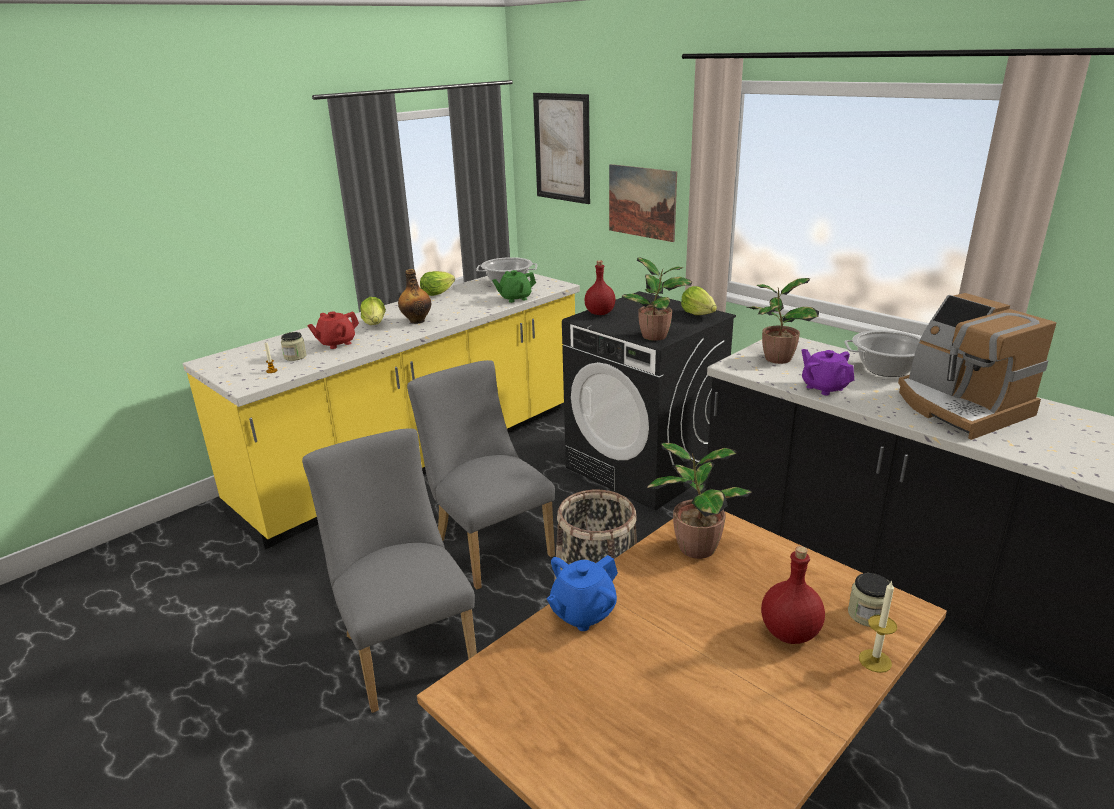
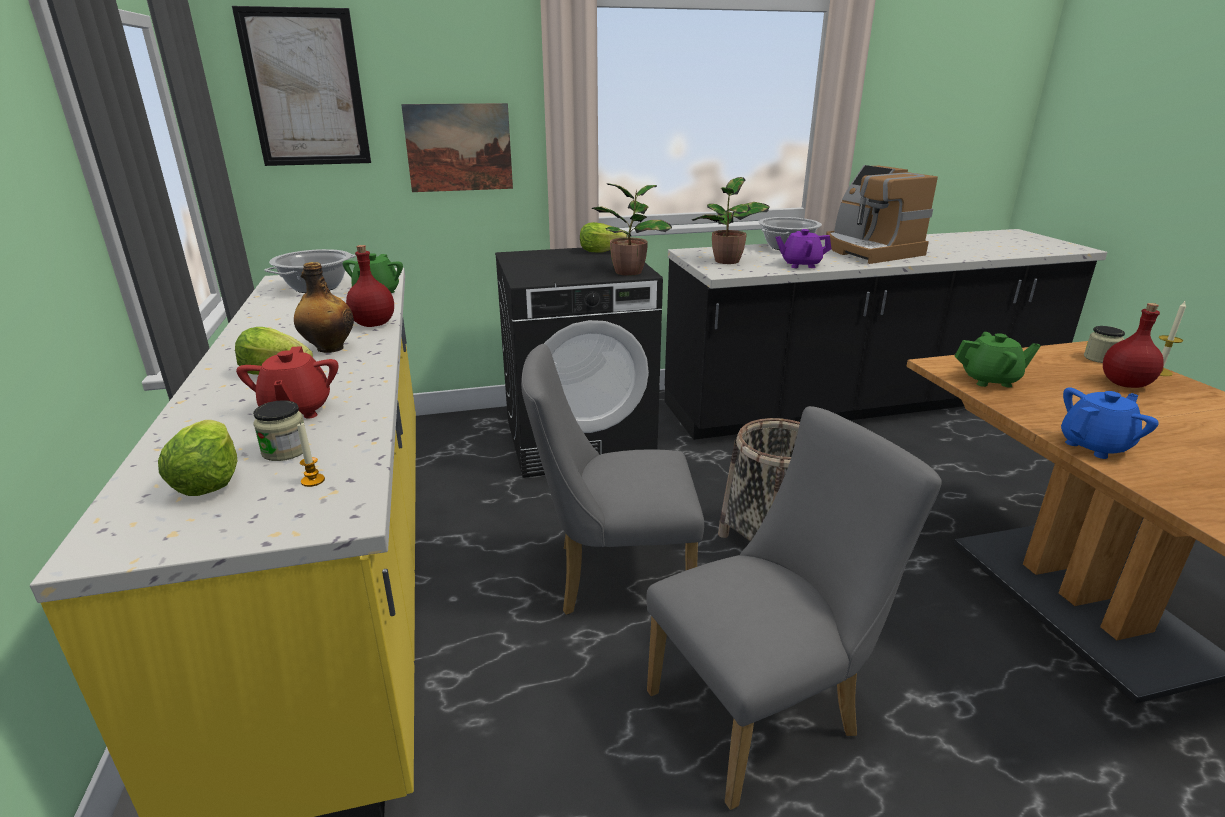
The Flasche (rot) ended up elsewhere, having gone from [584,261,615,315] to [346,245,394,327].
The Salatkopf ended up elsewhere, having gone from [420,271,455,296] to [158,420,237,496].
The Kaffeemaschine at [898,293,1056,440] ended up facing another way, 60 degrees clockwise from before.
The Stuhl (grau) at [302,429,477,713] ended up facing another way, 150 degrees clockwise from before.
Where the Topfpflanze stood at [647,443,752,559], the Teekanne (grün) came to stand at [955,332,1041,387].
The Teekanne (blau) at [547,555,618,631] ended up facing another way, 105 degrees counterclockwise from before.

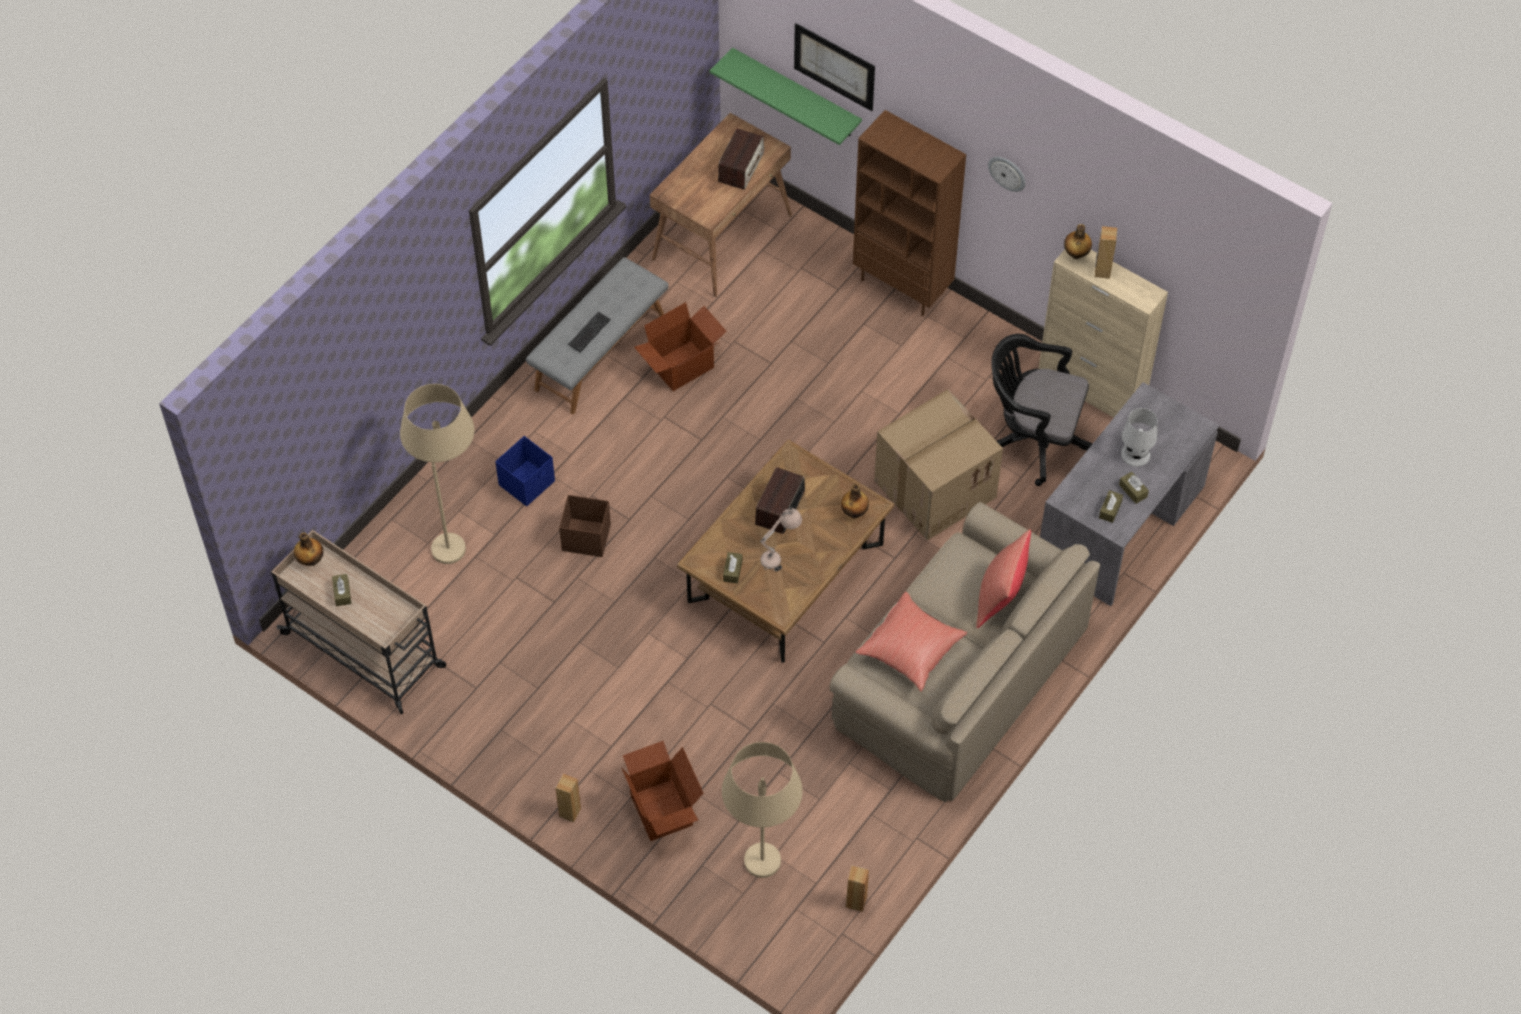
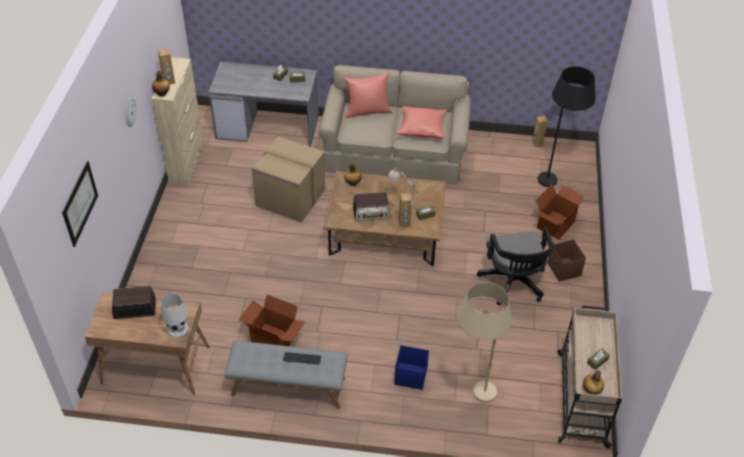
The second view lost the Wandregal (grün) at [710,48,862,145].
The second view lost the Bücherregal (braun) at [853,110,966,316].
The Bürostuhl (schwarz) ended up elsewhere, having gone from [991,334,1093,486] to [477,227,555,305].
The Tischlampe (weiß) ended up elsewhere, having gone from [1121,408,1157,467] to [161,294,188,337].
The Aufbewahrungsbox (braun) ended up elsewhere, having gone from [559,495,611,557] to [548,239,586,282].
What was the Stehlampe (beige) at [722,742,803,878] turned into the Stehlampe (schwarz) at [538,66,596,187].
The Lautsprecher (braun) ended up elsewhere, having gone from [556,774,581,822] to [399,193,412,227].

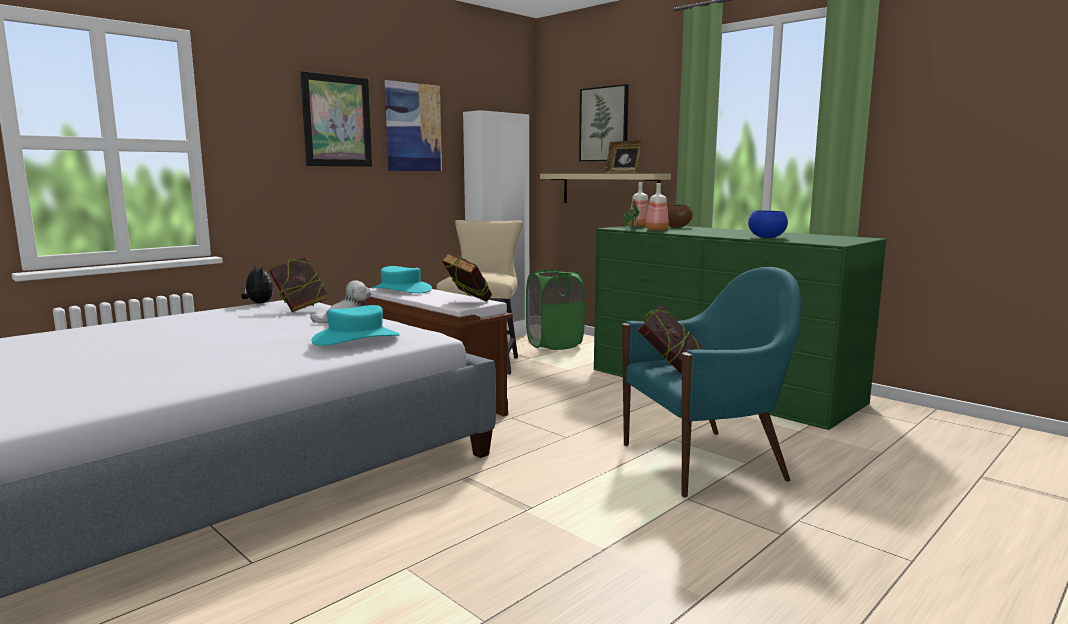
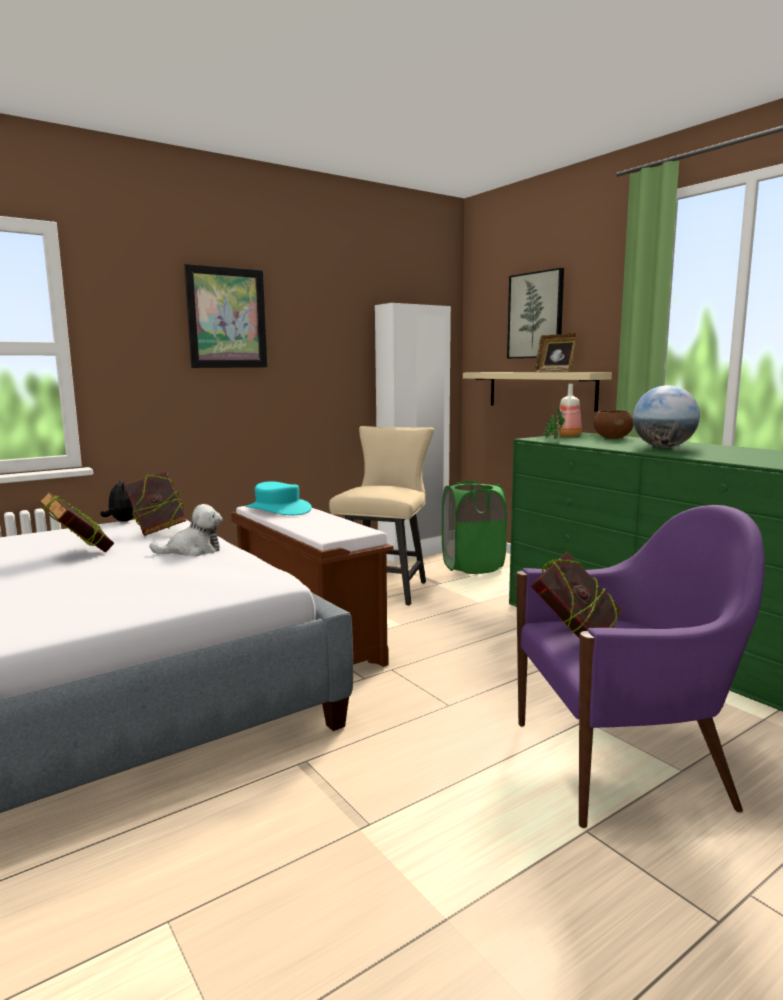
The second view lost the Bild at [385,80,442,171].
The second view lost the Flasche at [646,183,669,231].
The second view lost the Schüssel (blau) at [748,210,788,238].
The Buch ended up elsewhere, having gone from [442,253,492,302] to [39,491,114,553].
What was the Sessel (türkis) at [622,267,801,498] turned into the Sessel (lila) at [516,505,765,828].
The second view lost the Hut (türkis) at [311,305,400,346].
The second view gained the Globus at [633,385,700,448].

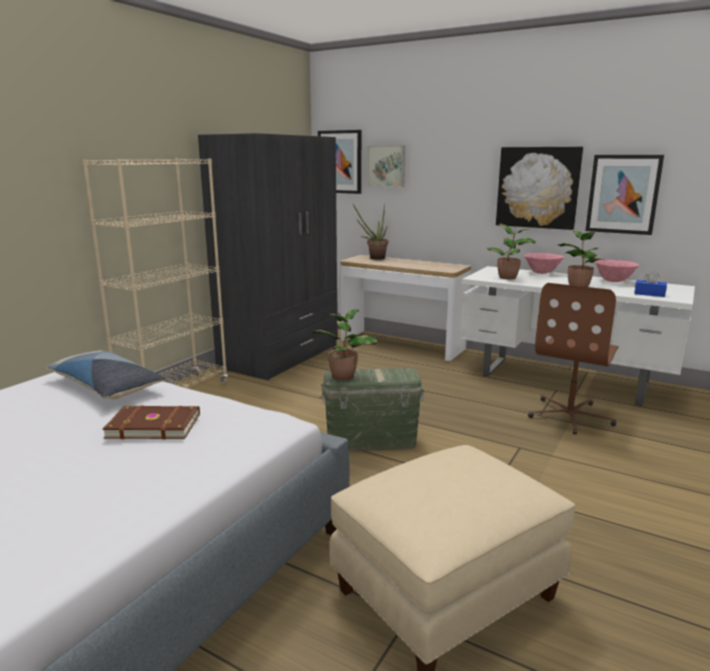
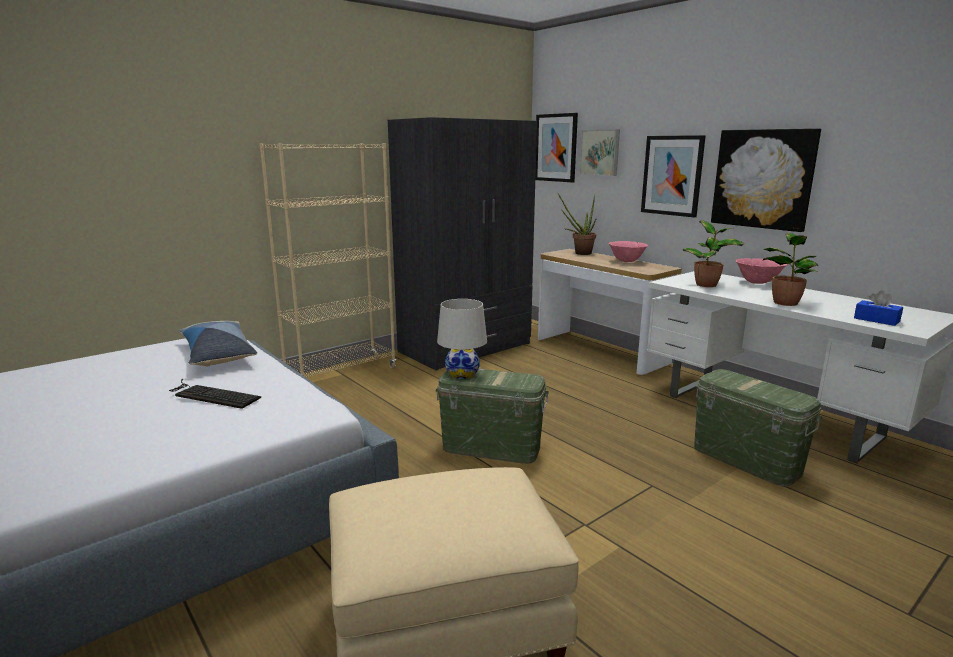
The Bild ended up elsewhere, having gone from [585,155,664,235] to [641,135,706,218].
The Schüssel (rosa) ended up elsewhere, having gone from [595,260,639,282] to [609,241,648,262].
Where the Bürostuhl (braun) stood at [528,283,618,435], the Aufbewahrungsbox (grün) came to stand at [694,369,822,487].
Where the Topfpflanze stood at [310,309,378,380], the Tischlampe (weiß) came to stand at [437,299,487,379].
Where the Buch (braun) stood at [102,406,200,440], the Tastatur came to stand at [169,379,261,409].

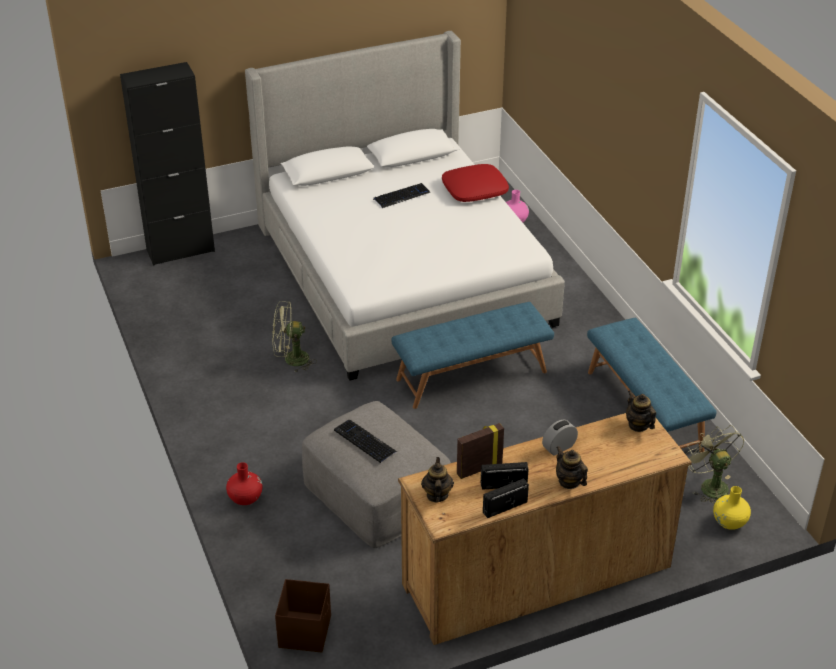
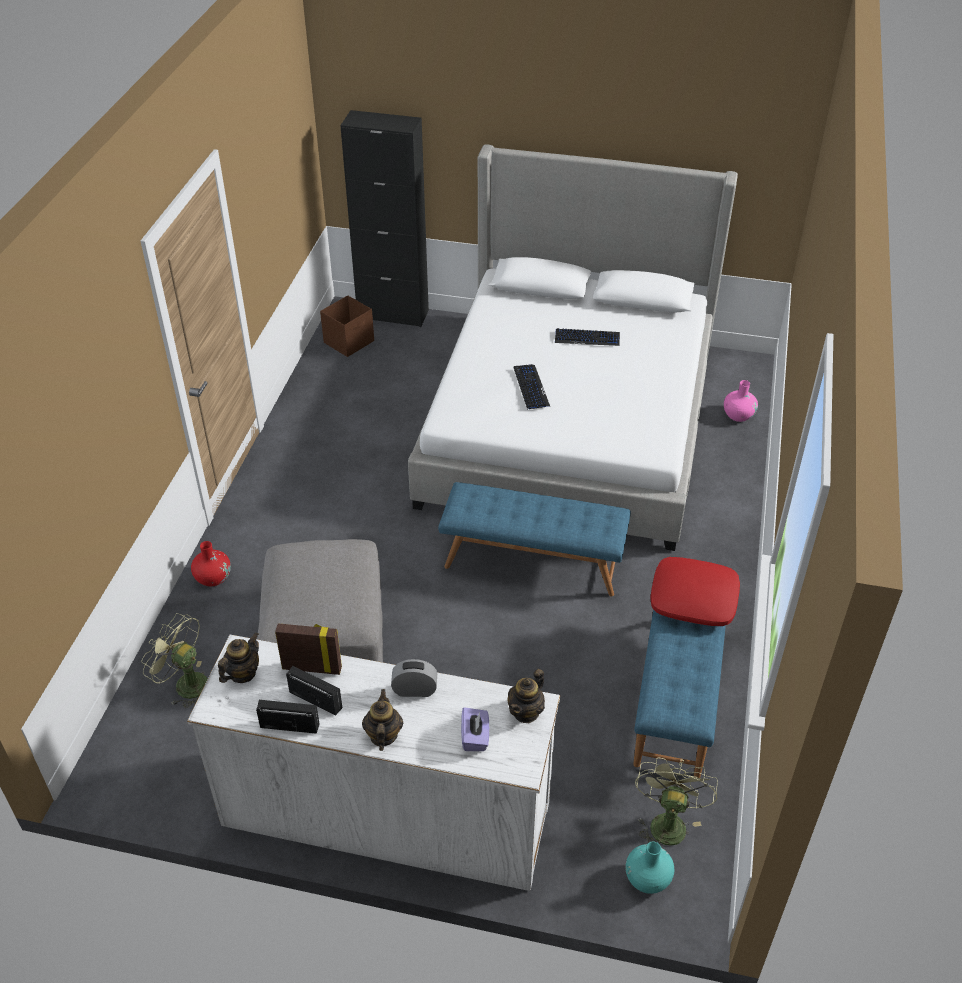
The Kissen (rot) ended up elsewhere, having gone from [442,164,509,202] to [650,557,740,626].
The Ventilator (grün) ended up elsewhere, having gone from [272,301,314,373] to [141,613,208,708].
The Teekanne at [626,390,656,432] ended up facing another way, 150 degrees counterclockwise from before.
What was the Kommode (braun) at [398,413,692,645] turned into the Kommode (weiß) at [187,634,560,891].
The Tastatur ended up elsewhere, having gone from [334,420,397,463] to [514,364,550,410].
What was the Vase (gelb) at [713,486,751,530] turned into the Vase (türkis) at [625,841,674,894].
The Aufbewahrungsbox (braun) ended up elsewhere, having gone from [275,579,331,653] to [320,295,374,357].
The second view gained the Taschentuchbox (lila) at [461,707,489,751].

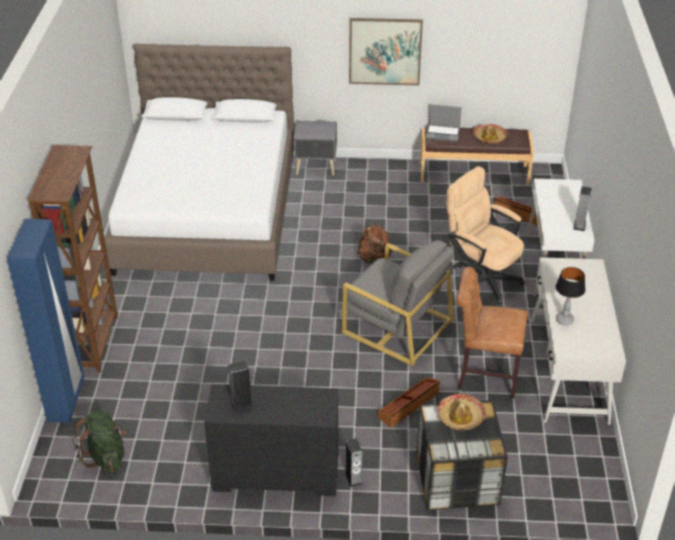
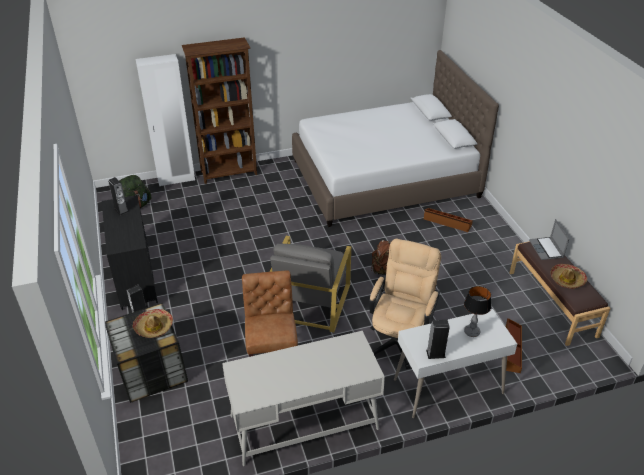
The second view lost the Bild at [349,18,423,85].
The second view lost the Nachttisch (grau) at [294,121,337,176].
What was the Kleiderschrank (blau) at [7,219,84,423] turned into the Kleiderschrank (weiß) at [136,54,195,186].
The Tischlampe ended up elsewhere, having gone from [556,267,585,325] to [464,286,491,337].
The Aufbewahrungsbox (braun) ended up elsewhere, having gone from [378,377,440,428] to [424,208,473,232].

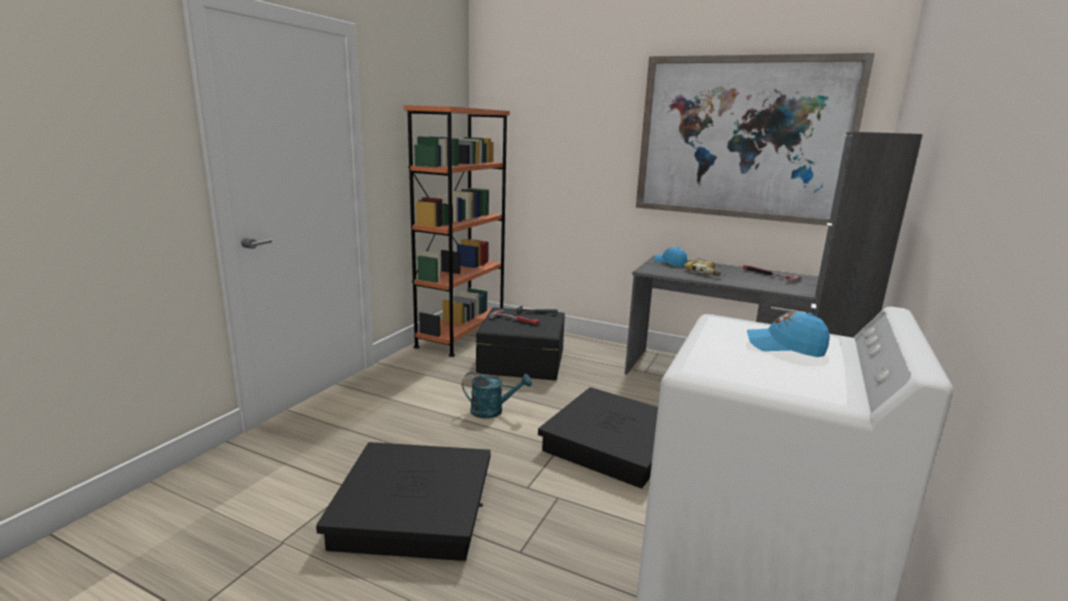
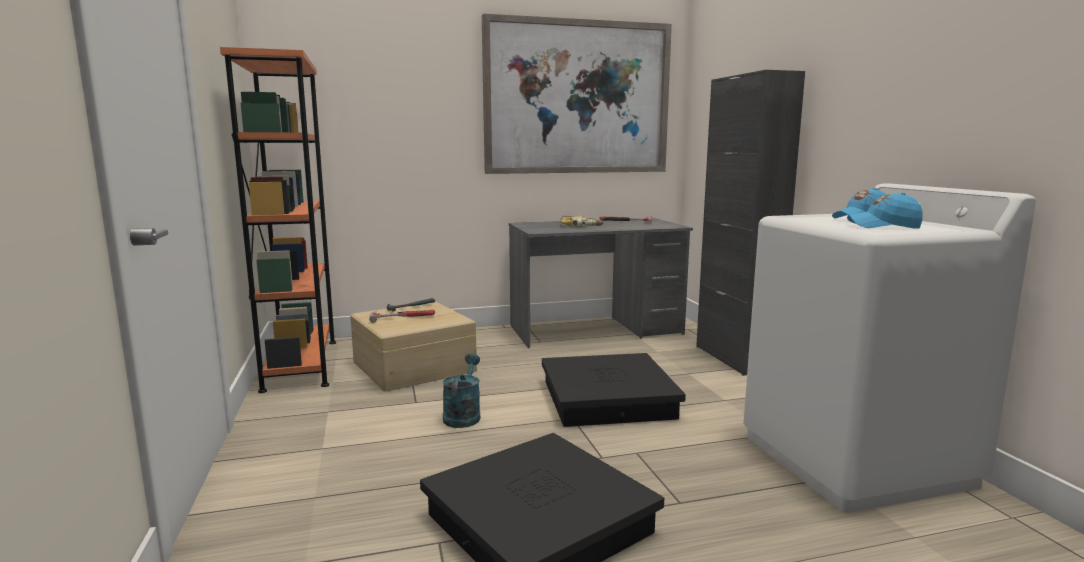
The Kappe (blau) ended up elsewhere, having gone from [654,247,687,267] to [847,193,923,229].
What was the Aufbewahrungsbox (schwarz) at [476,307,565,380] turned into the Aufbewahrungsbox (beige) at [350,301,477,392].
The Gießkanne (türkis) at [462,372,532,419] ended up facing another way, 45 degrees counterclockwise from before.

